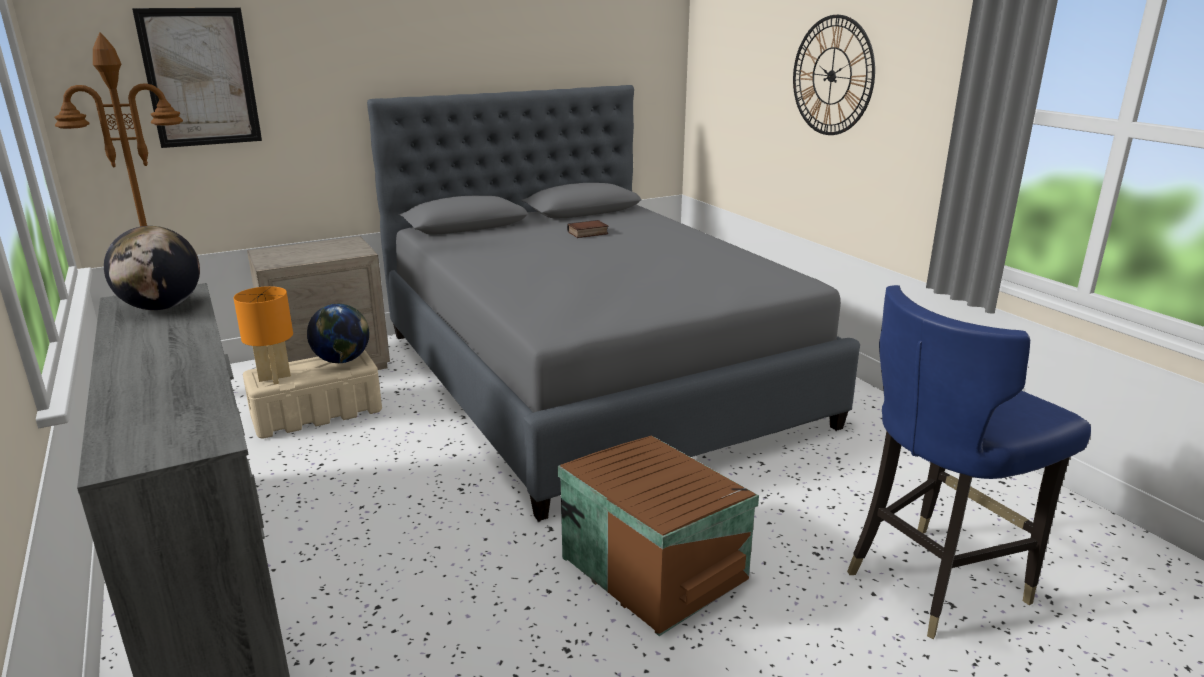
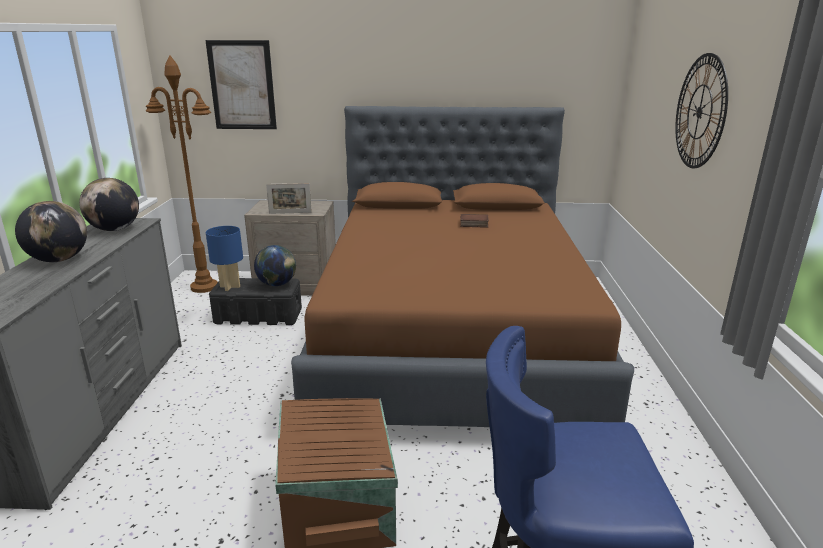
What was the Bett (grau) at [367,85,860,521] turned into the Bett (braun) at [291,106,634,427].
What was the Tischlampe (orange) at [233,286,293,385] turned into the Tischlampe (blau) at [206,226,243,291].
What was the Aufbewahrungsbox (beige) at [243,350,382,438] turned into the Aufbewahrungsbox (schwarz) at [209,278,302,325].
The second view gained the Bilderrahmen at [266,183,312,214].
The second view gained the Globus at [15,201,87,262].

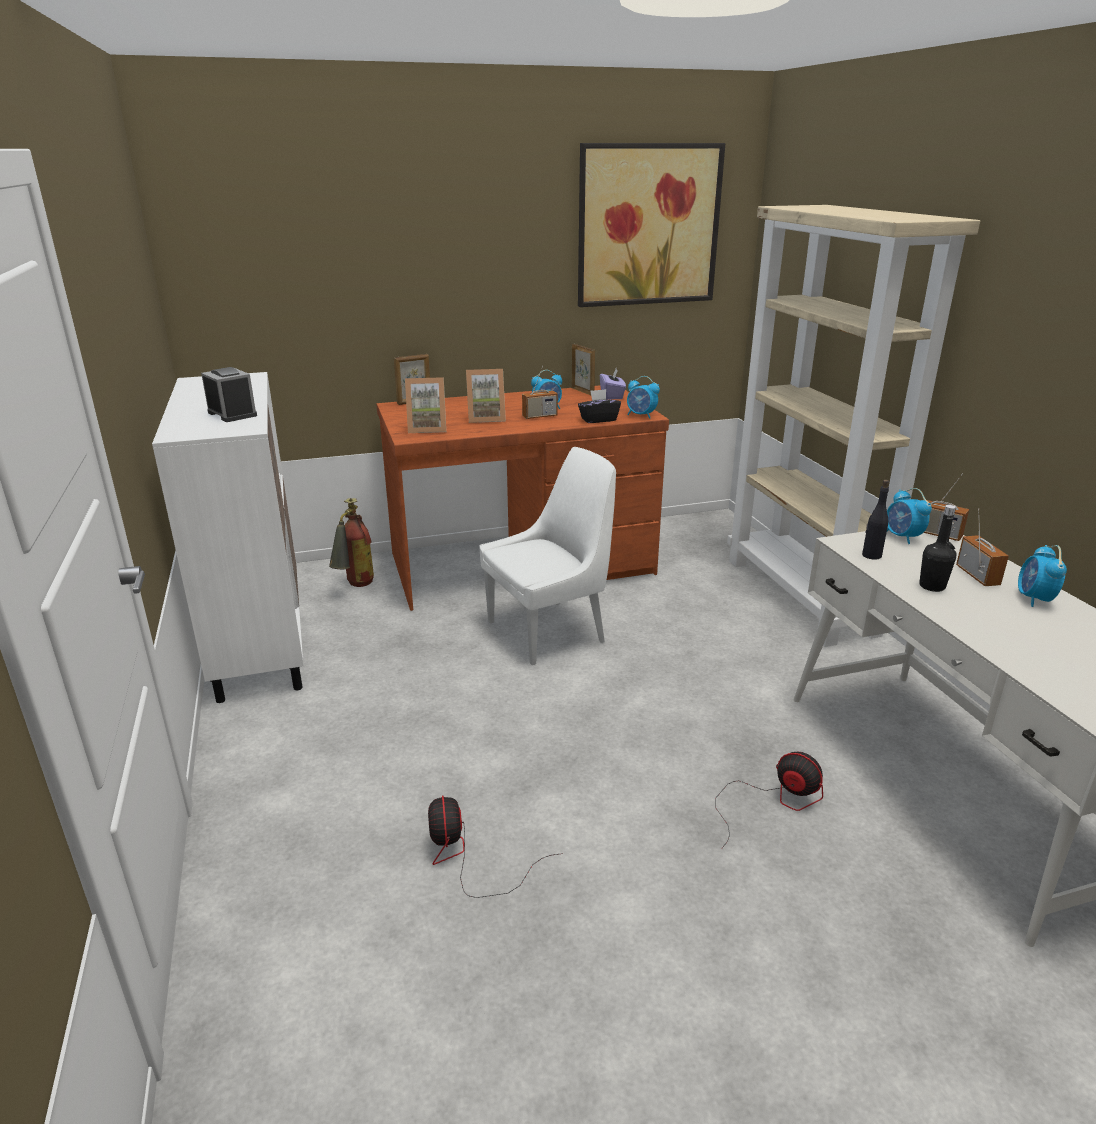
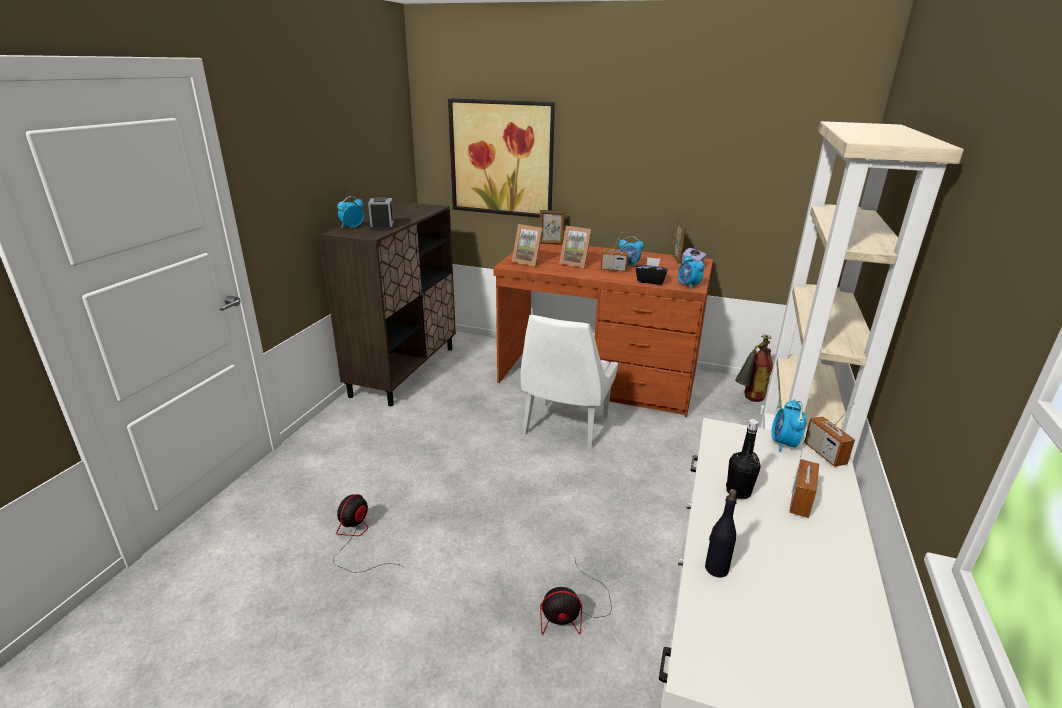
The Bild ended up elsewhere, having gone from [578,143,725,307] to [448,98,555,218].
What was the Schrank (weiß) at [152,372,304,703] turned into the Schrank (braun) at [319,202,456,406].
The Stuhl (weiß) at [480,447,616,665] ended up facing another way, 105 degrees clockwise from before.
The Flasche (schwarz) ended up elsewhere, having gone from [862,480,889,560] to [705,489,737,577].
The Feuerlöscher ended up elsewhere, having gone from [329,498,374,587] to [735,335,773,402].
The Wecker ended up elsewhere, having gone from [1018,545,1067,607] to [337,196,364,228].
The Ventilator at [715,752,823,848] ended up facing another way, 105 degrees clockwise from before.

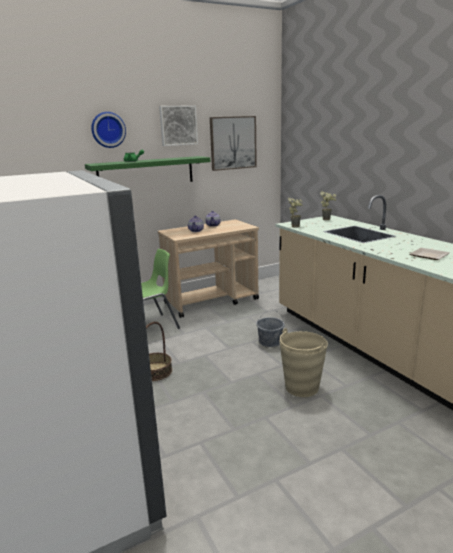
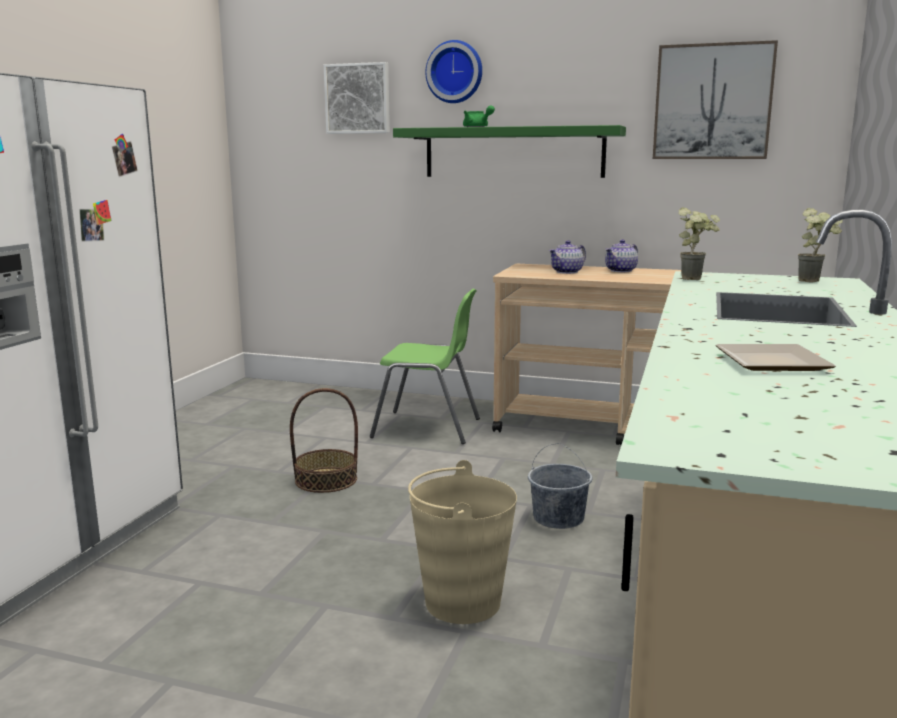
The Bild ended up elsewhere, having gone from [159,105,198,146] to [324,62,390,134].

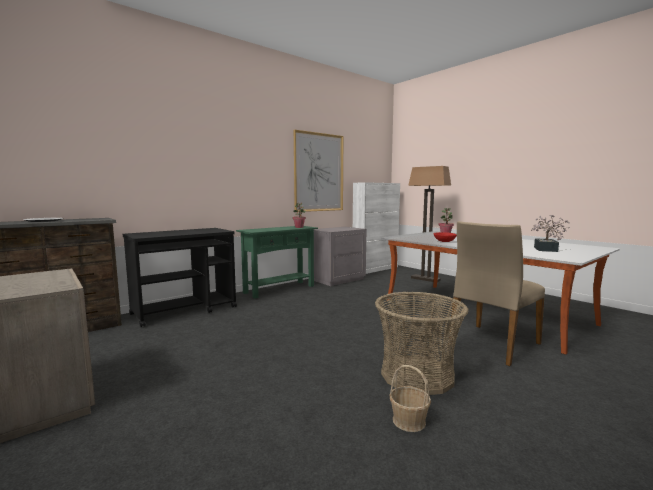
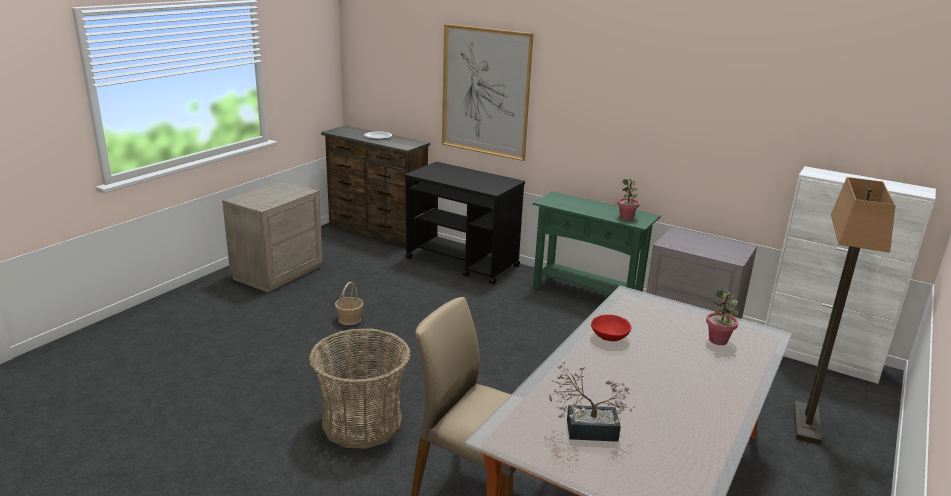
The Bild ended up elsewhere, having gone from [294,130,343,212] to [442,24,533,161].
The Korb ended up elsewhere, having gone from [389,365,431,432] to [335,282,364,325].

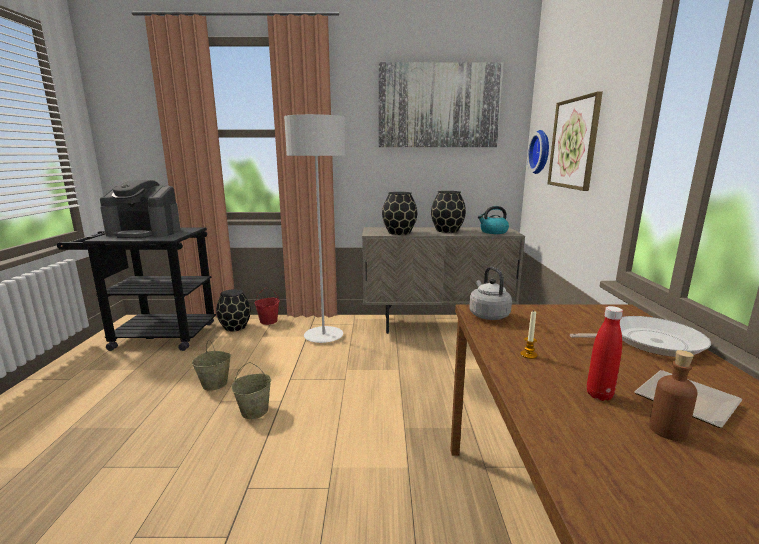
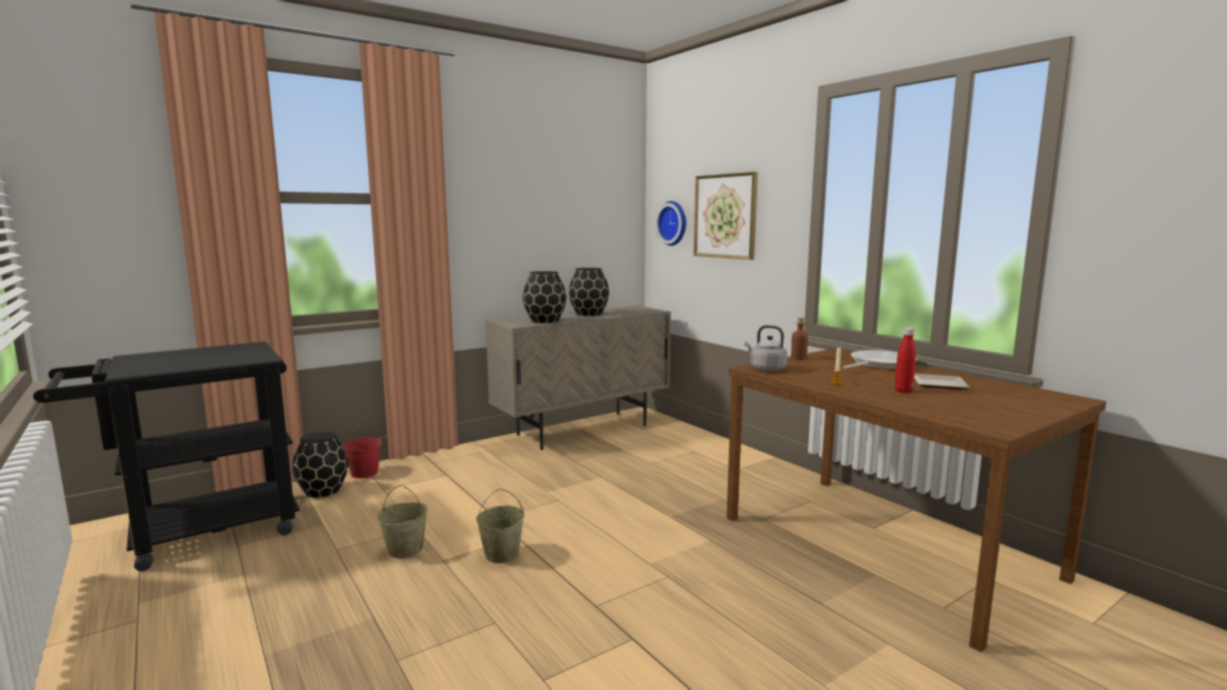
The second view lost the Bild at [379,62,504,147].
The second view lost the Stehlampe (grau) at [284,114,345,343].
The second view lost the Kaffeemaschine at [100,180,181,238].
The second view lost the Wasserkessel at [478,206,509,234].
The Flasche (braun) ended up elsewhere, having gone from [649,350,698,441] to [791,317,808,360].

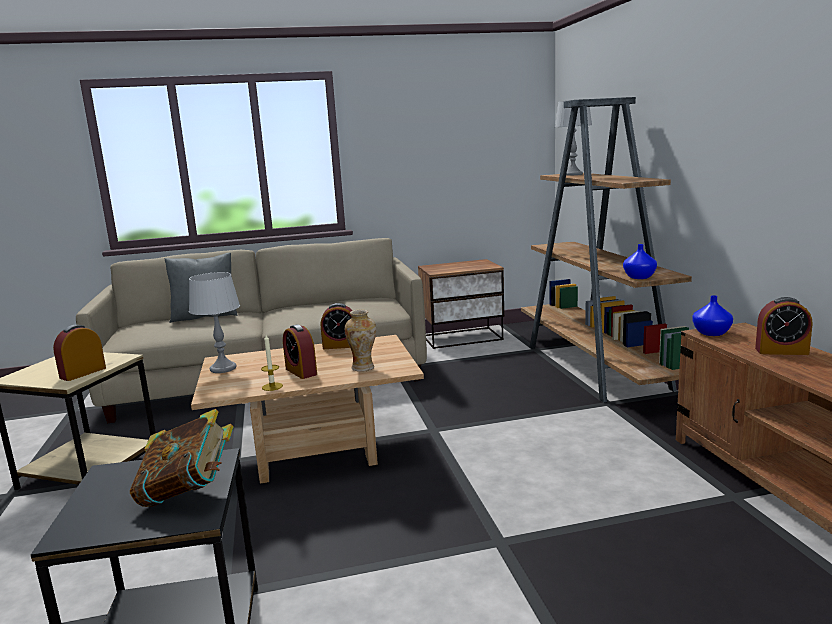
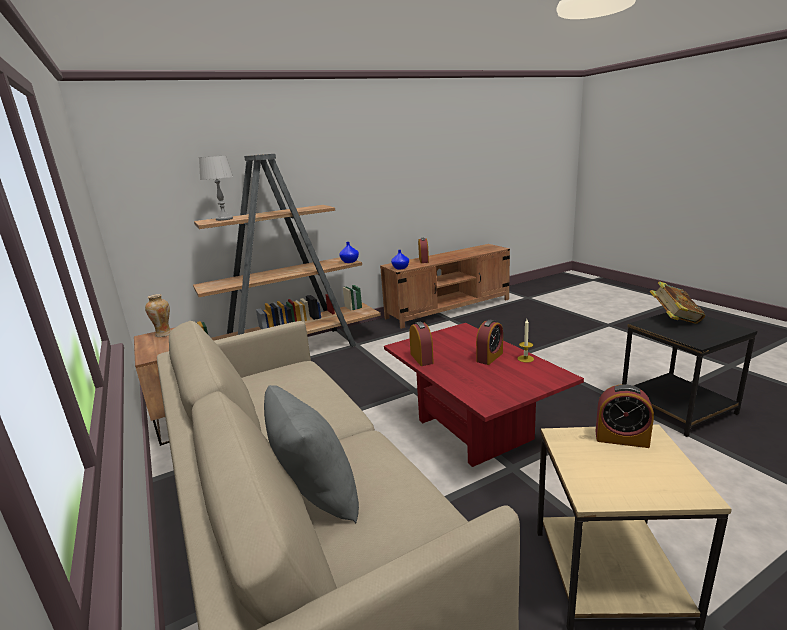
The second view lost the Tischlampe (grau) at [189,272,240,373].
The Vase ended up elsewhere, having gone from [345,309,376,372] to [145,294,171,337].
What was the Couchtisch (beige) at [191,335,424,484] turned into the Couchtisch (rot) at [384,323,584,467].

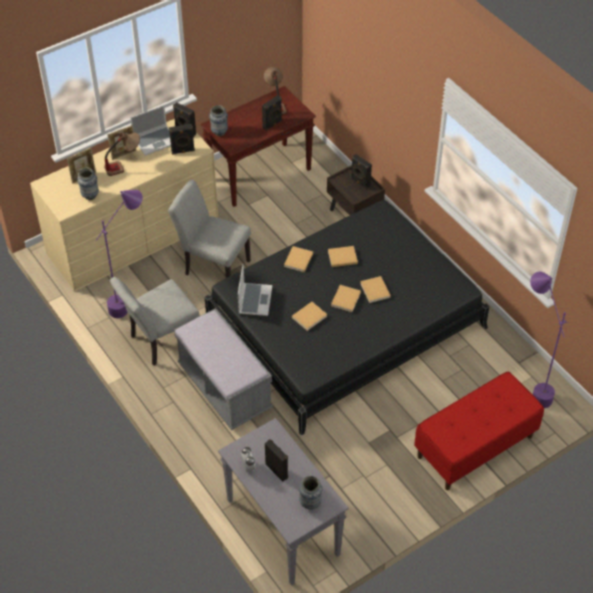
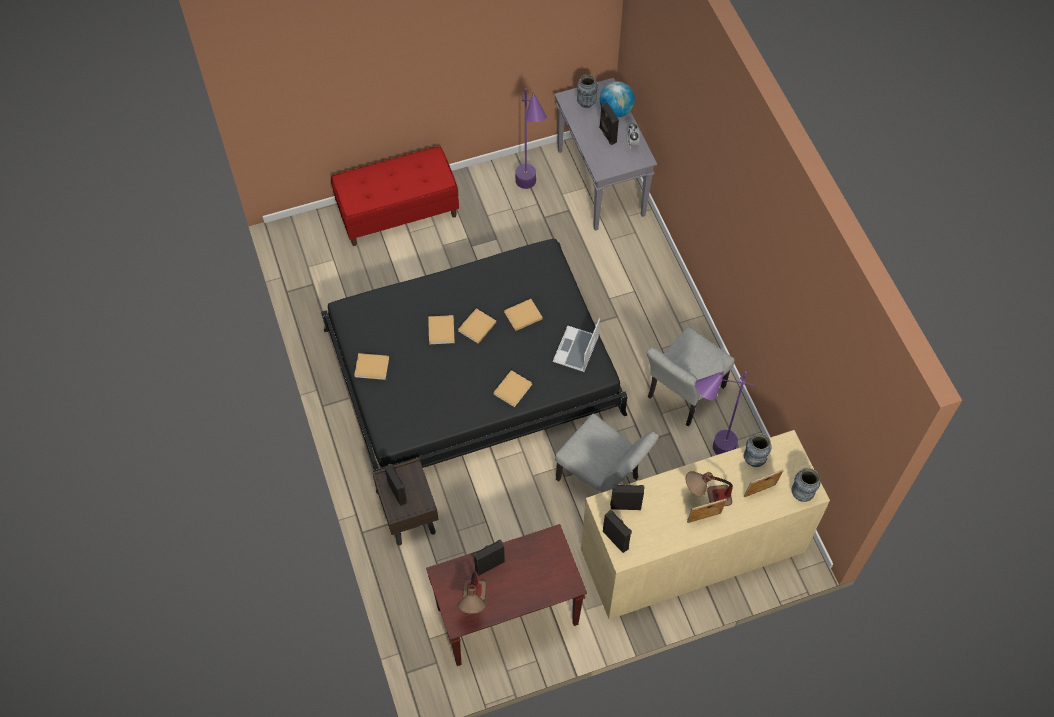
The second view lost the Laptop at [130,105,171,156].
The Vase ended up elsewhere, having gone from [209,105,228,136] to [792,468,820,502].
The Buch (beige) ended up elsewhere, having gone from [328,246,358,267] to [354,353,389,380].
The Stehlampe (lila) ended up elsewhere, having gone from [530,272,566,408] to [515,88,547,189].
The Stuhl (grau) at [110,277,199,366] ended up facing another way, 150 degrees clockwise from before.
The second view lost the Bank (grau) at [174,308,273,430].
The second view gained the Globus at [600,82,635,117].

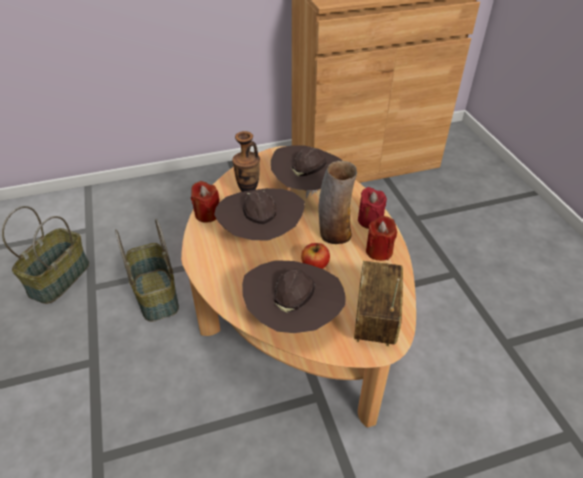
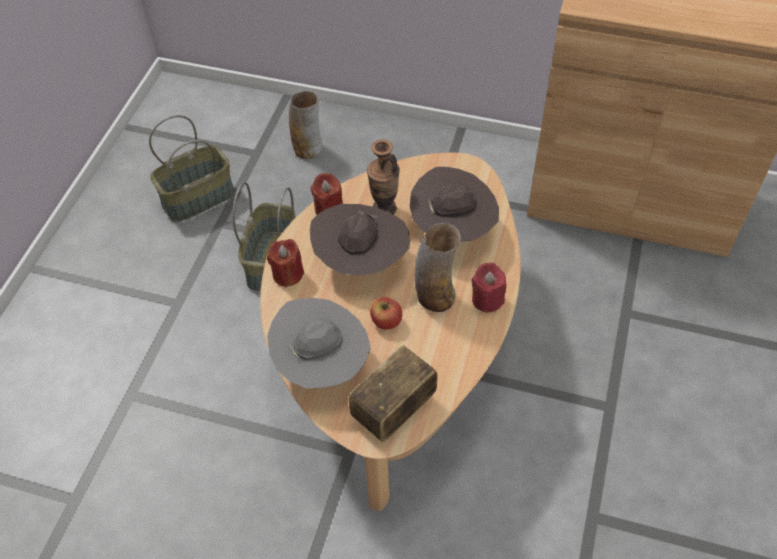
The Kerze (rot) ended up elsewhere, having gone from [366,216,397,261] to [267,239,304,288].
What was the Hut (braun) at [242,260,346,333] turned into the Hut (grau) at [267,298,371,389].
The second view gained the Vase at [289,91,323,159].

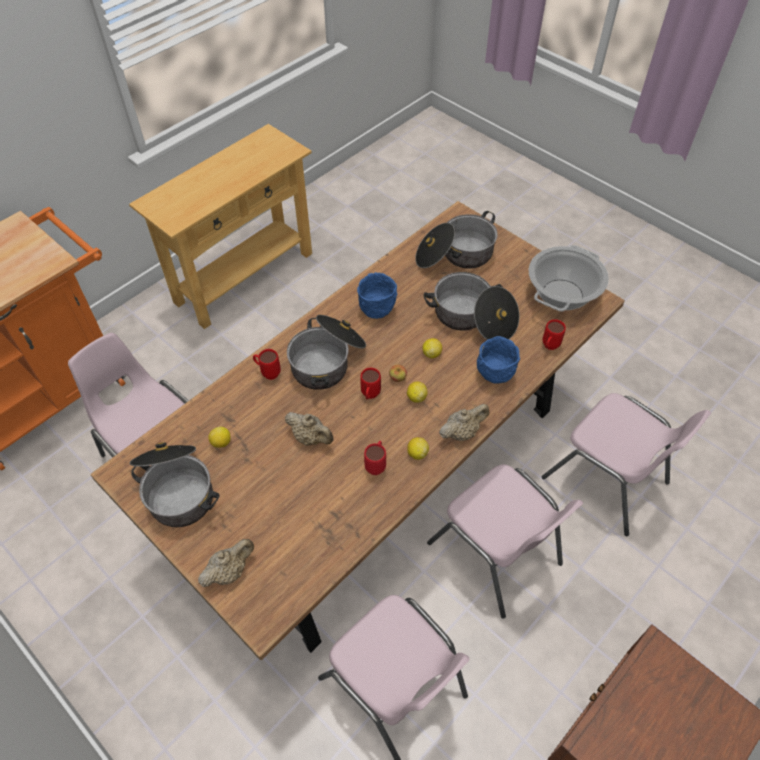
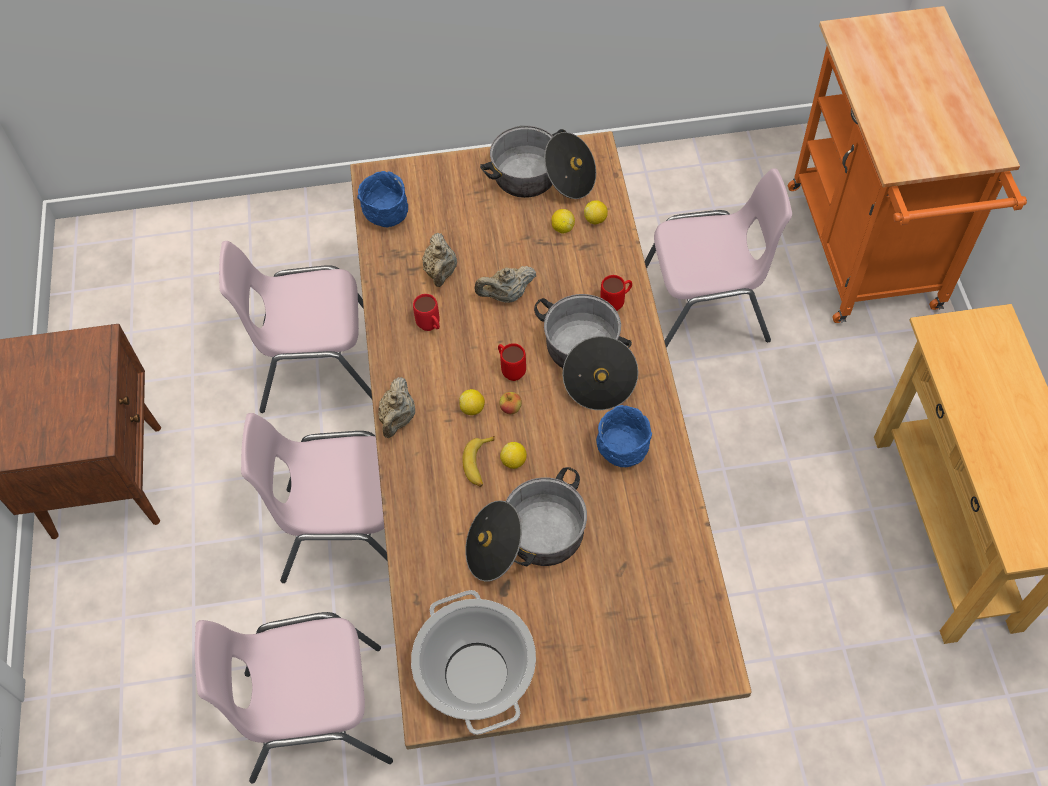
The second view lost the Kochtopf at [415,211,498,269].
The second view lost the Henkelbecher (rot) at [543,319,566,350].
The Schüssel (blau) ended up elsewhere, having gone from [477,336,520,384] to [357,171,408,227].
The Zitrone ended up elsewhere, having gone from [408,437,429,460] to [584,200,608,224].
The Teekanne (beige) ended up elsewhere, having gone from [198,539,254,587] to [422,233,457,287].
The second view gained the Banane at [462,436,495,487].

